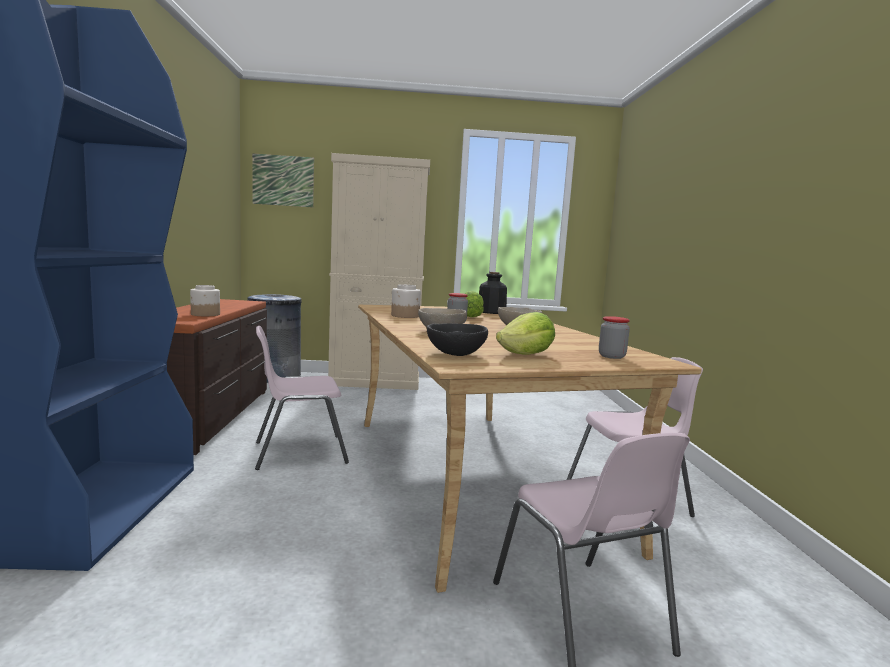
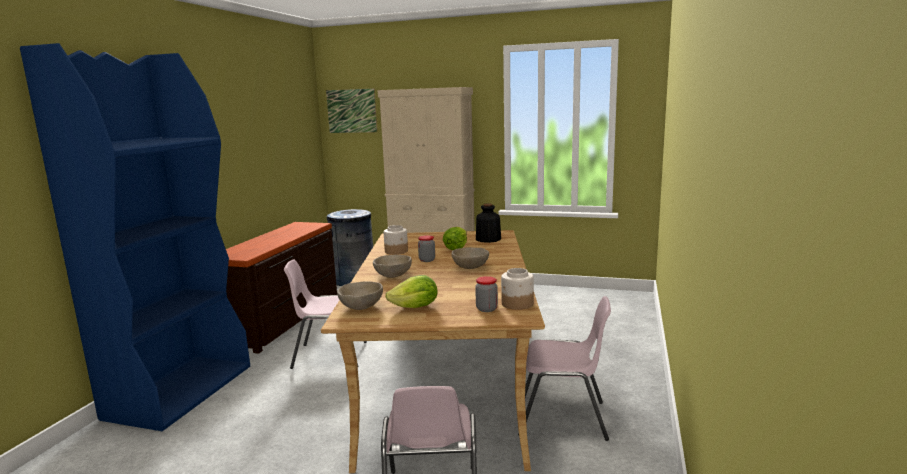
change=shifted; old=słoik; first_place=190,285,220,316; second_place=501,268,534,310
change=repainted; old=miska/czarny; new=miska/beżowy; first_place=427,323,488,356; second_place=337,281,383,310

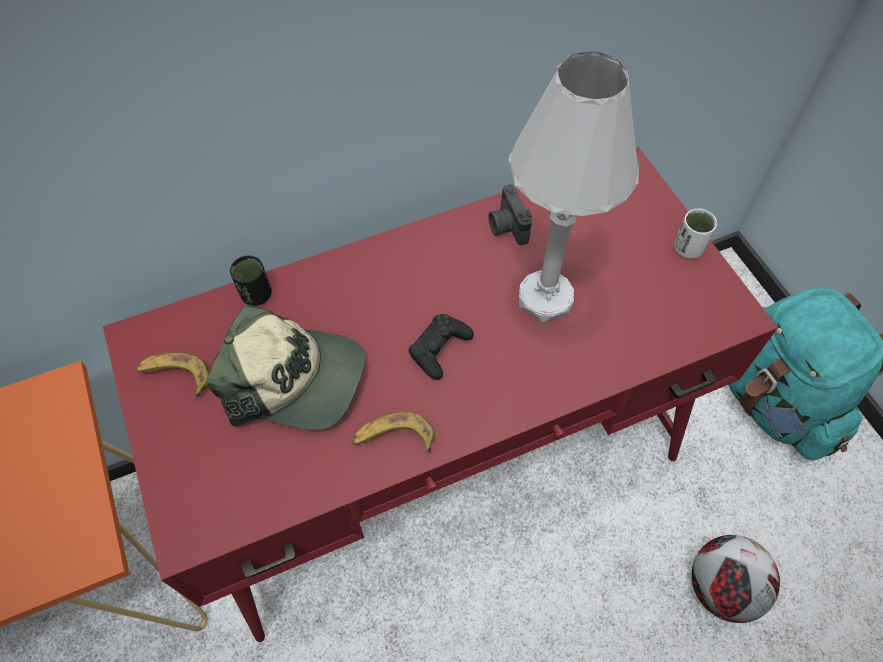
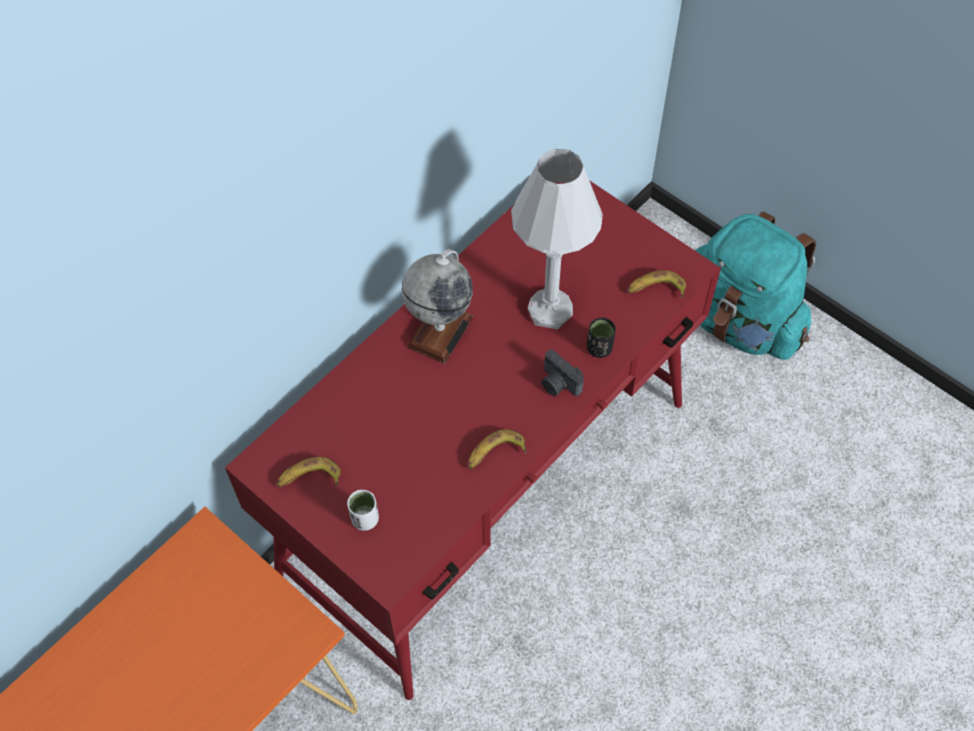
change=gone; old=czapka z daszkiem; first_place=208,304,365,430
change=gone; old=pad do gier/czarny; first_place=409,314,474,380
change=gone; old=piłka futbolowa; first_place=691,535,780,623
change=new; new=globus; second_place=402,249,473,364
change=new; new=banan; second_place=628,270,686,298
change=shifted; old=filiżanka/czarny; first_place=230,255,272,306; second_place=587,318,616,358
change=shifted; old=aparat fotograficzny; first_place=489,184,532,245; second_place=541,349,584,396
change=shifted; old=filiżanka/biały; first_place=674,209,717,259; second_place=347,490,379,531

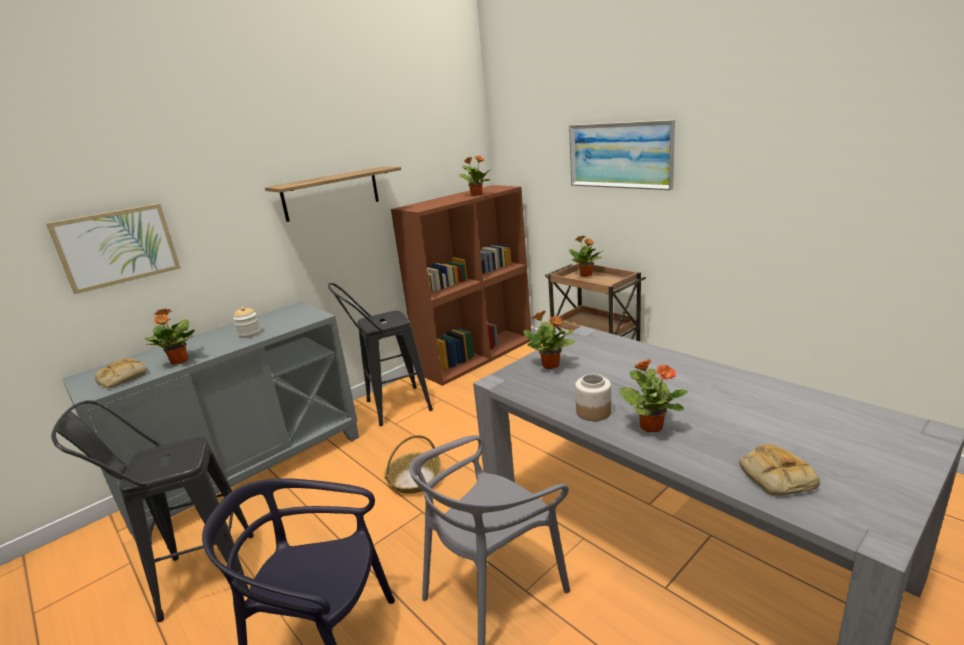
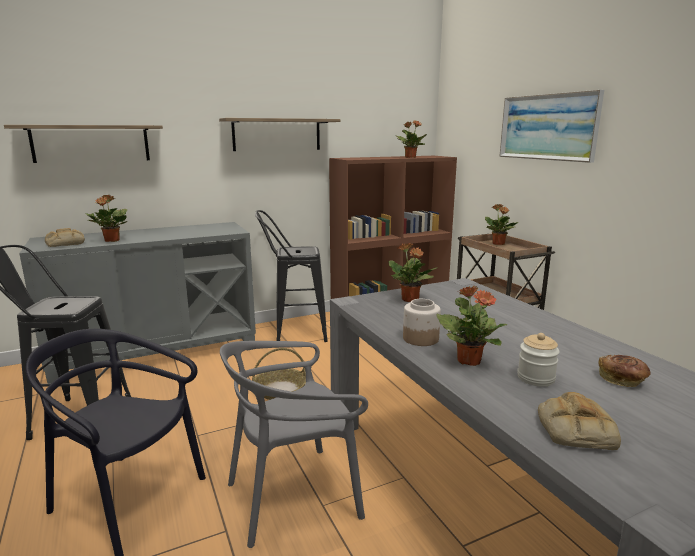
change=new; new=chleb; second_place=598,355,651,387
change=shifted; old=słoik; first_place=233,307,261,338; second_place=517,333,560,387
change=swapped; old=obraz; new=półka; first_place=46,203,180,294; second_place=4,125,163,163

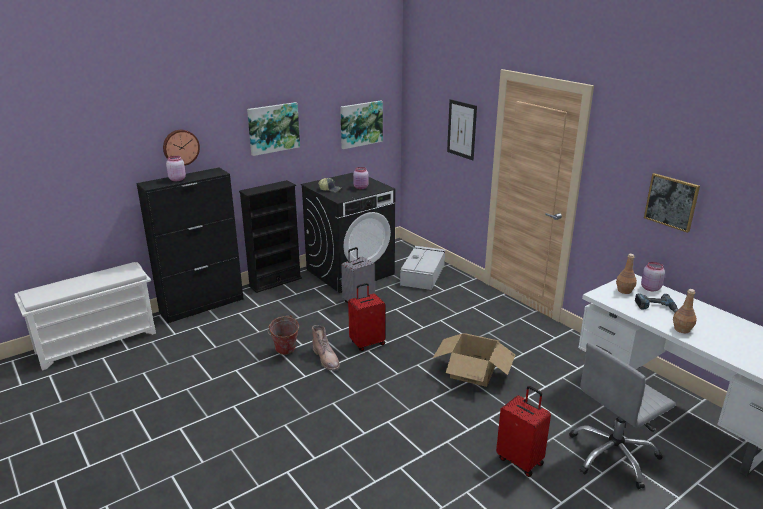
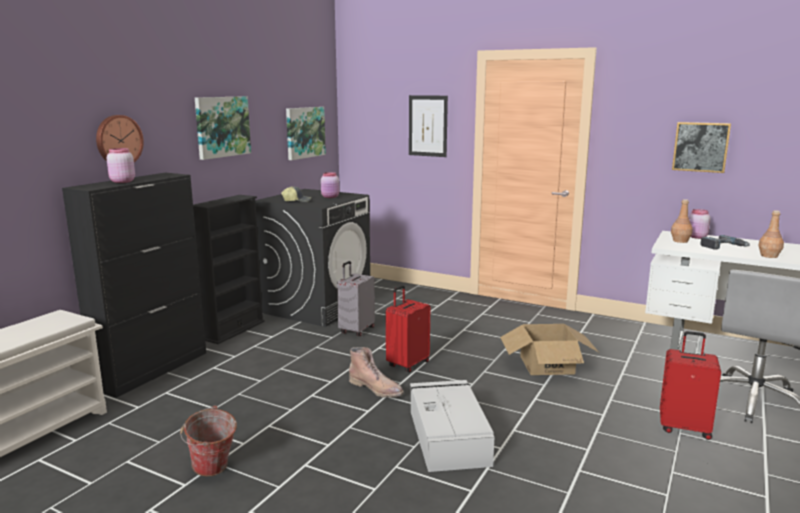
change=shifted; old=wiadro; first_place=268,315,299,355; second_place=180,405,237,476
change=shifted; old=pojemnik do przechowywania/szary; first_place=400,246,446,290; second_place=410,380,494,472

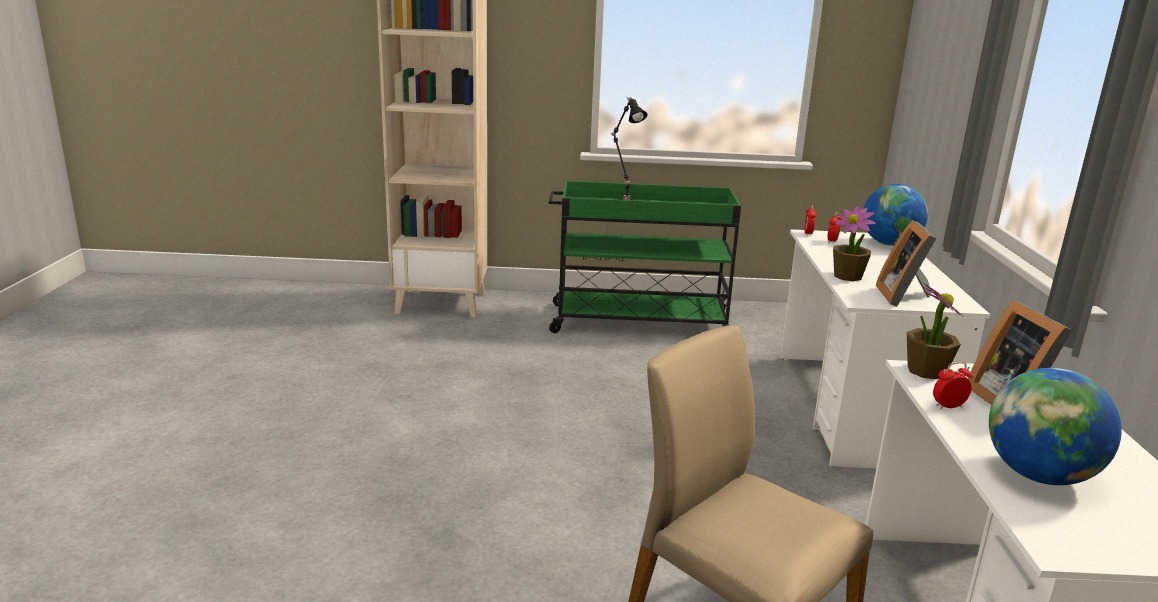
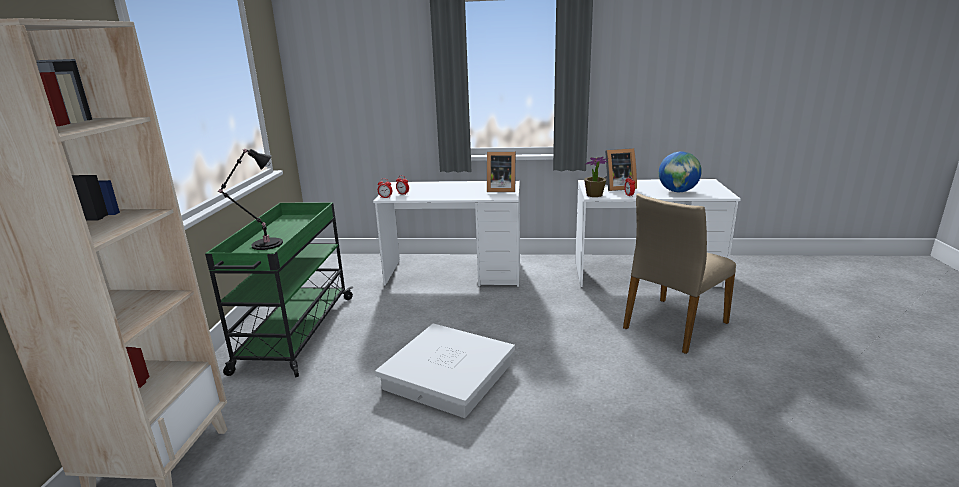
change=gone; old=roślina doniczkowa; first_place=833,206,876,281
change=gone; old=globus; first_place=864,184,928,246
change=new; new=pojemnik do przechowywania/biały; second_place=375,324,515,418

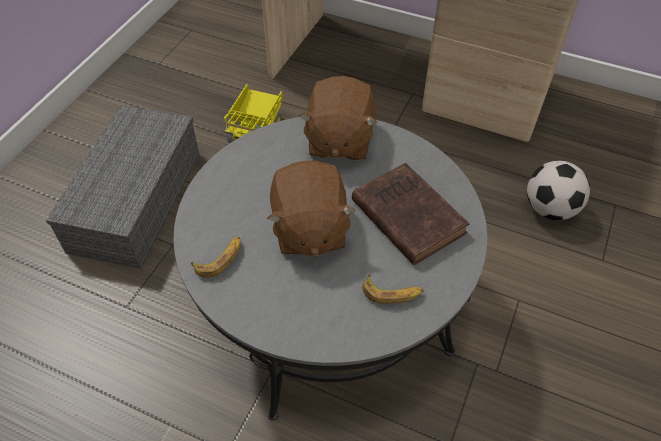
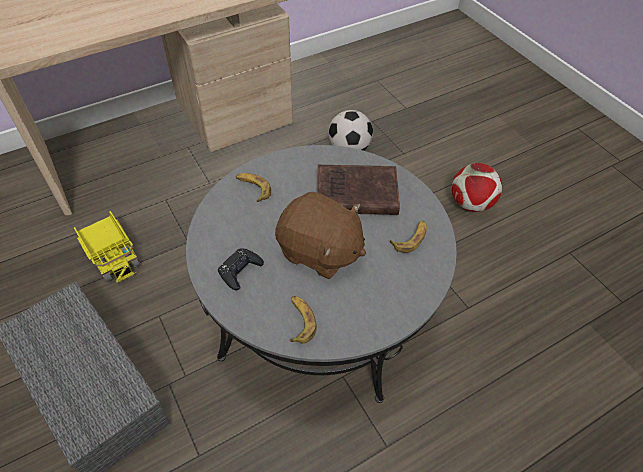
change=new; new=pad do gier/czarny; second_place=218,248,264,290
change=new; new=piłka futbolowa; second_place=452,163,502,212
change=swapped; old=pluszak/brązowy; new=banan; first_place=299,76,377,161; second_place=236,173,271,202

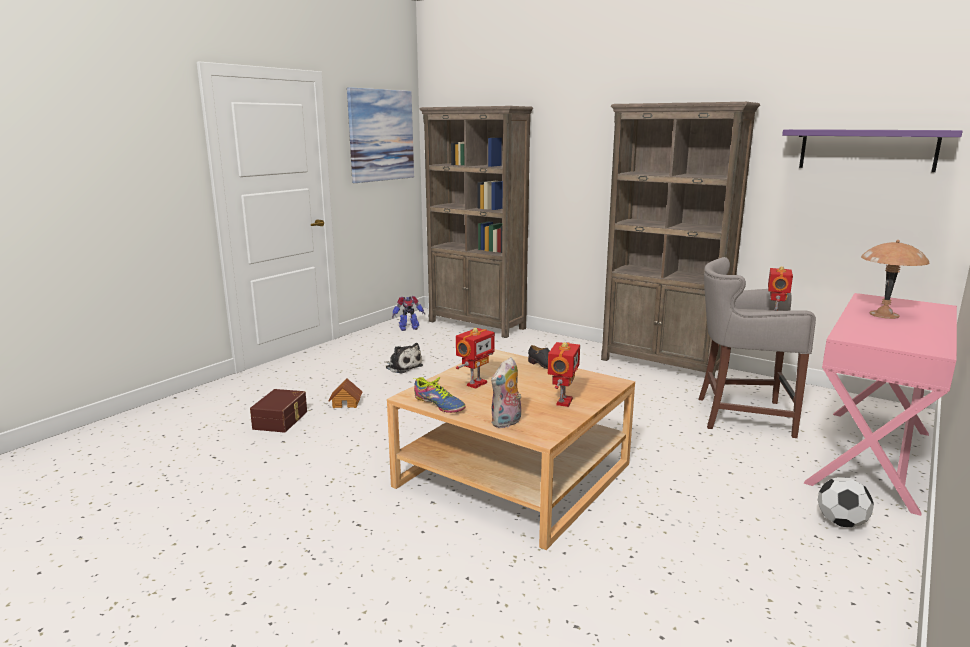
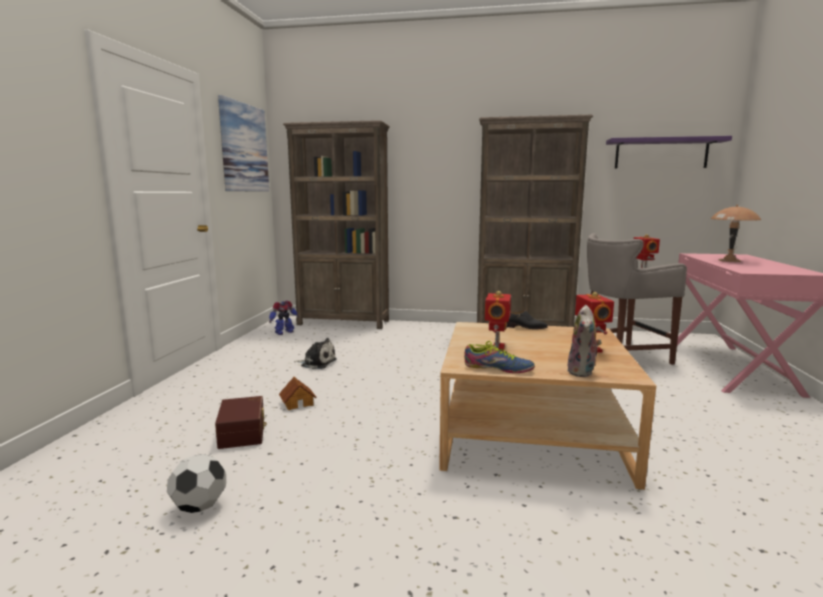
change=shifted; old=piłka futbolowa; first_place=818,477,874,528; second_place=167,454,226,513

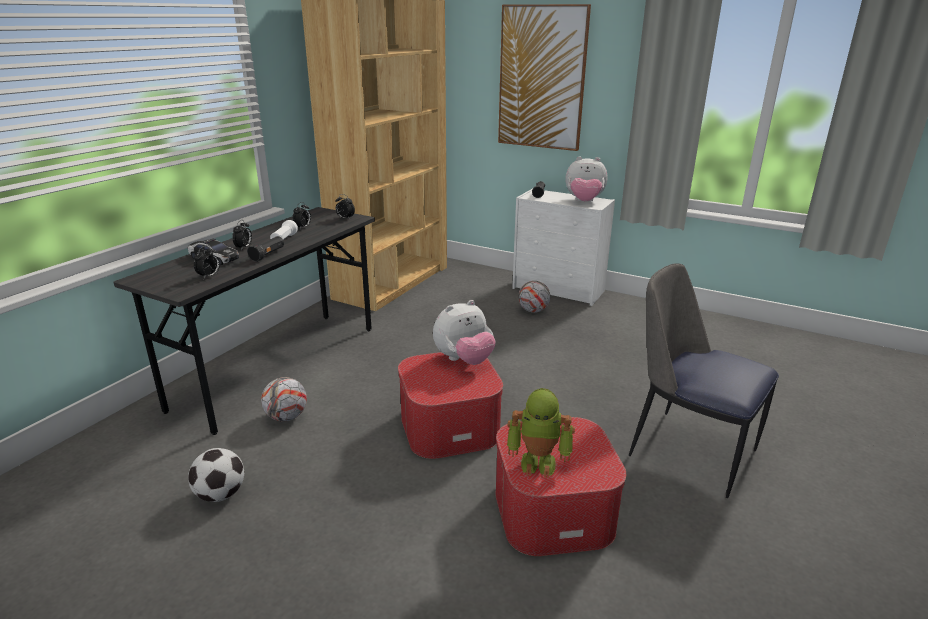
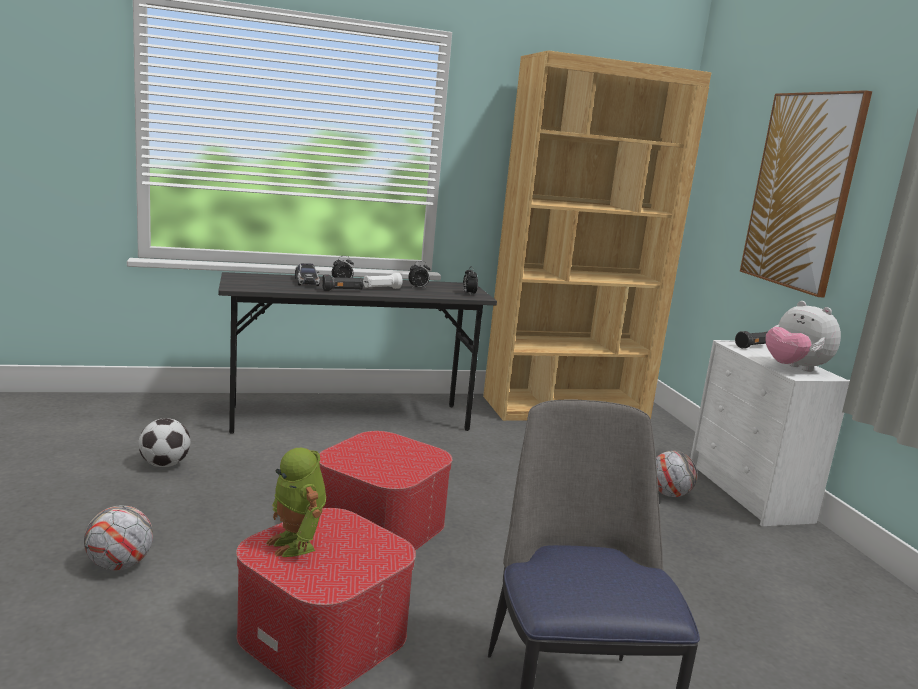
change=gone; old=budzik; first_place=194,245,220,279
change=gone; old=pluszak; first_place=433,300,496,365
change=shifted; old=piłka futbolowa; first_place=261,377,307,421; second_place=84,505,153,570

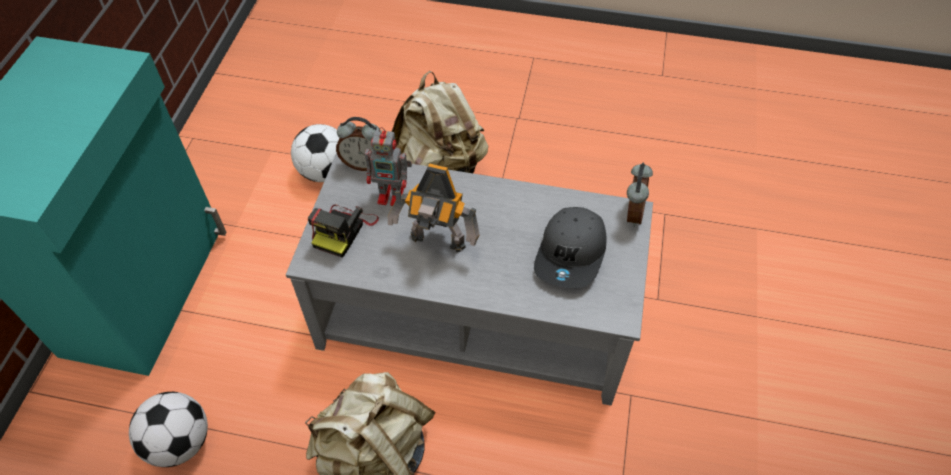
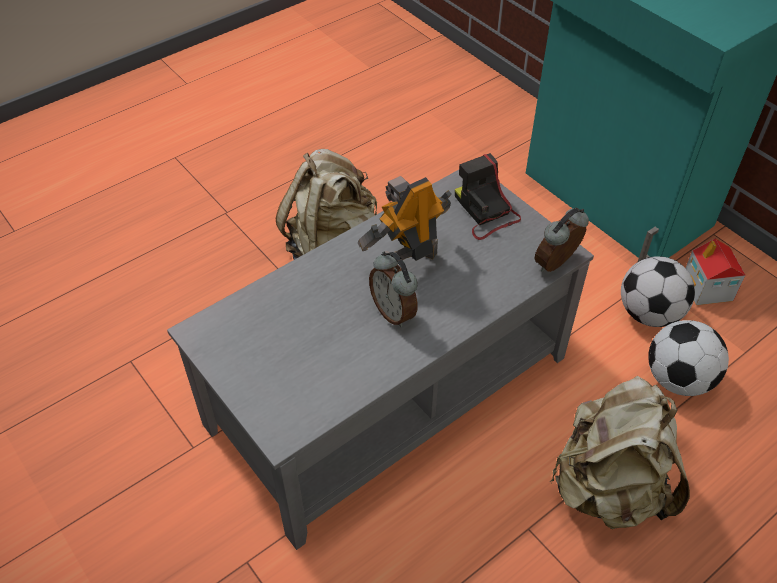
change=gone; old=robot zabawkowy; first_place=365,127,412,206
change=gone; old=czapka z daszkiem/szary; first_place=534,207,606,288
change=new; new=domek; second_place=685,238,746,305
change=shifted; old=piłka futbolowa; first_place=129,392,208,467; second_place=621,256,695,327
change=shifted; old=budzik; first_place=627,163,653,227; second_place=369,252,418,327

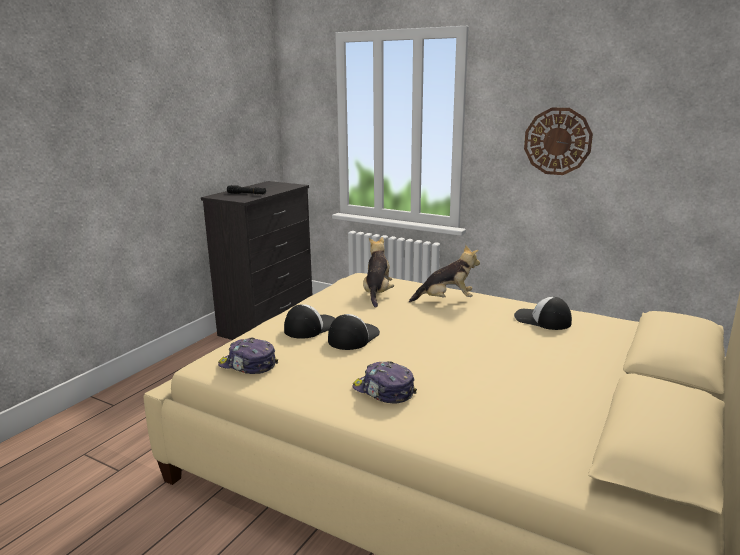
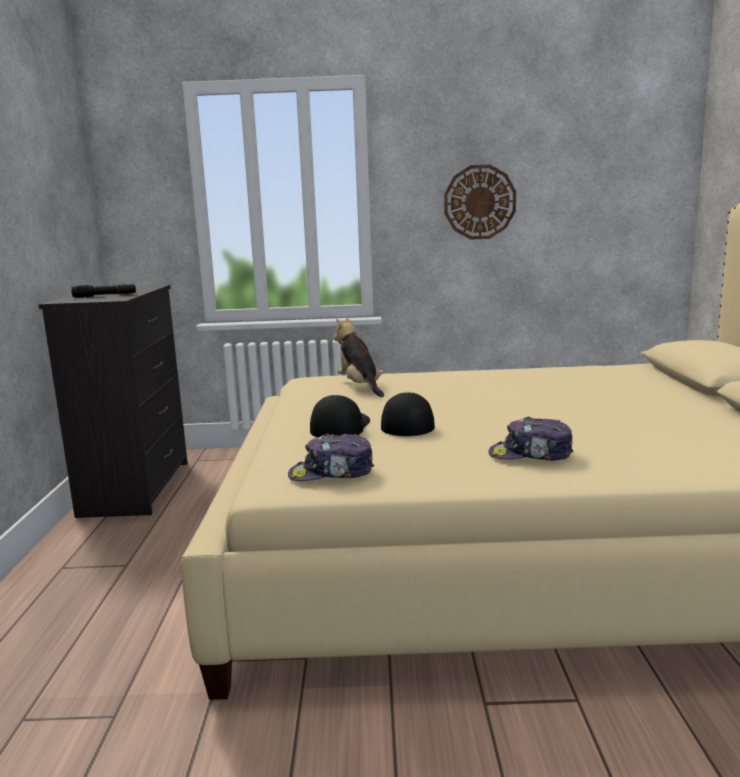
change=gone; old=pluszak; first_place=409,245,480,302
change=gone; old=czapka z daszkiem; first_place=514,297,572,330

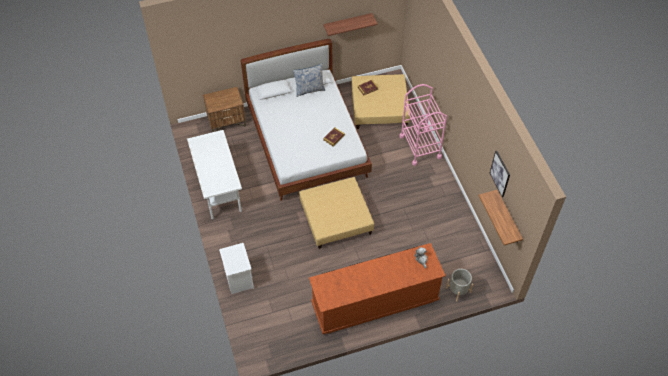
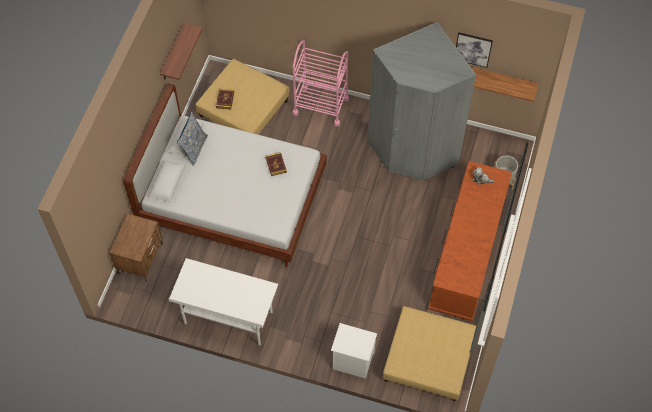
change=new; new=szafa/szary; second_place=368,22,476,181
change=shifted; old=pufa/beżowy; first_place=299,177,374,249; second_place=383,306,476,401

